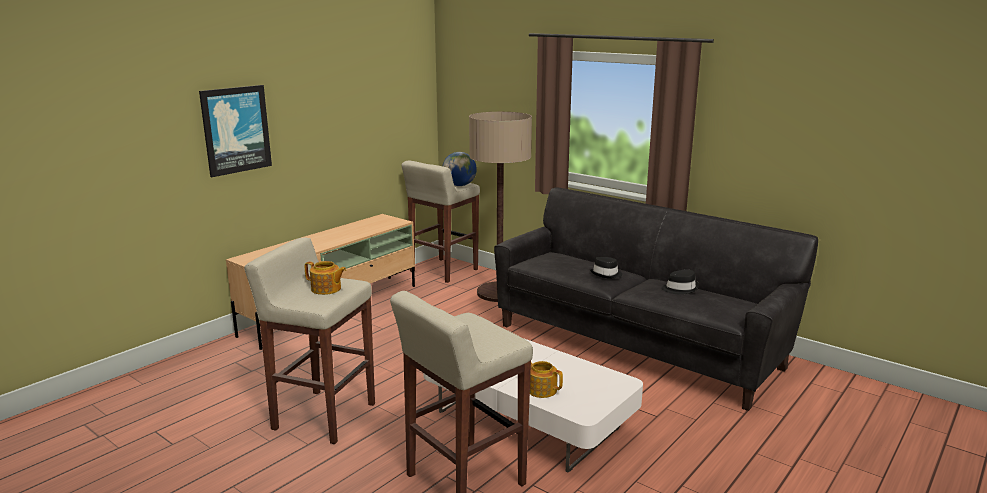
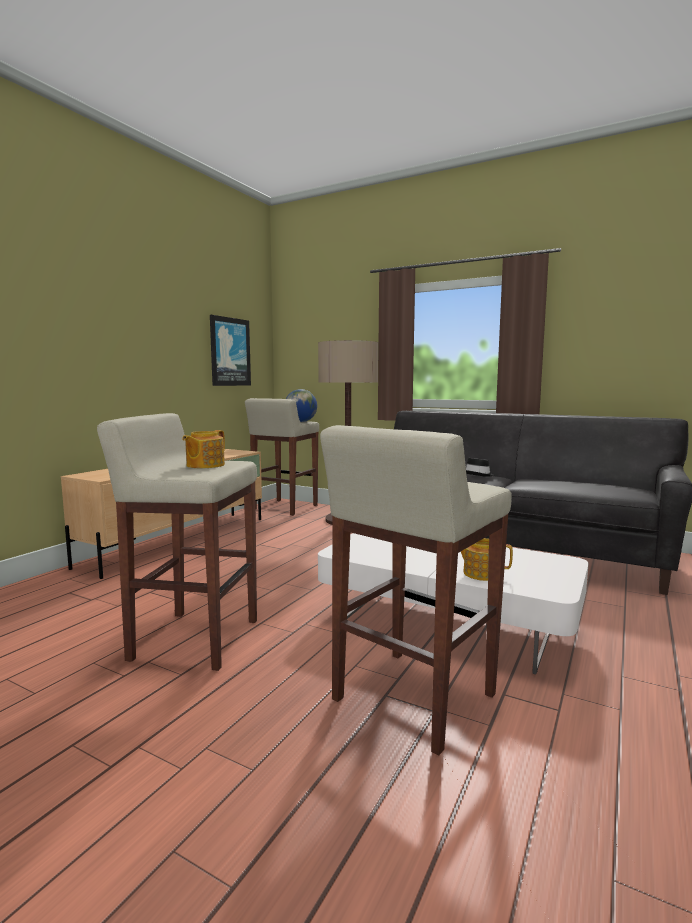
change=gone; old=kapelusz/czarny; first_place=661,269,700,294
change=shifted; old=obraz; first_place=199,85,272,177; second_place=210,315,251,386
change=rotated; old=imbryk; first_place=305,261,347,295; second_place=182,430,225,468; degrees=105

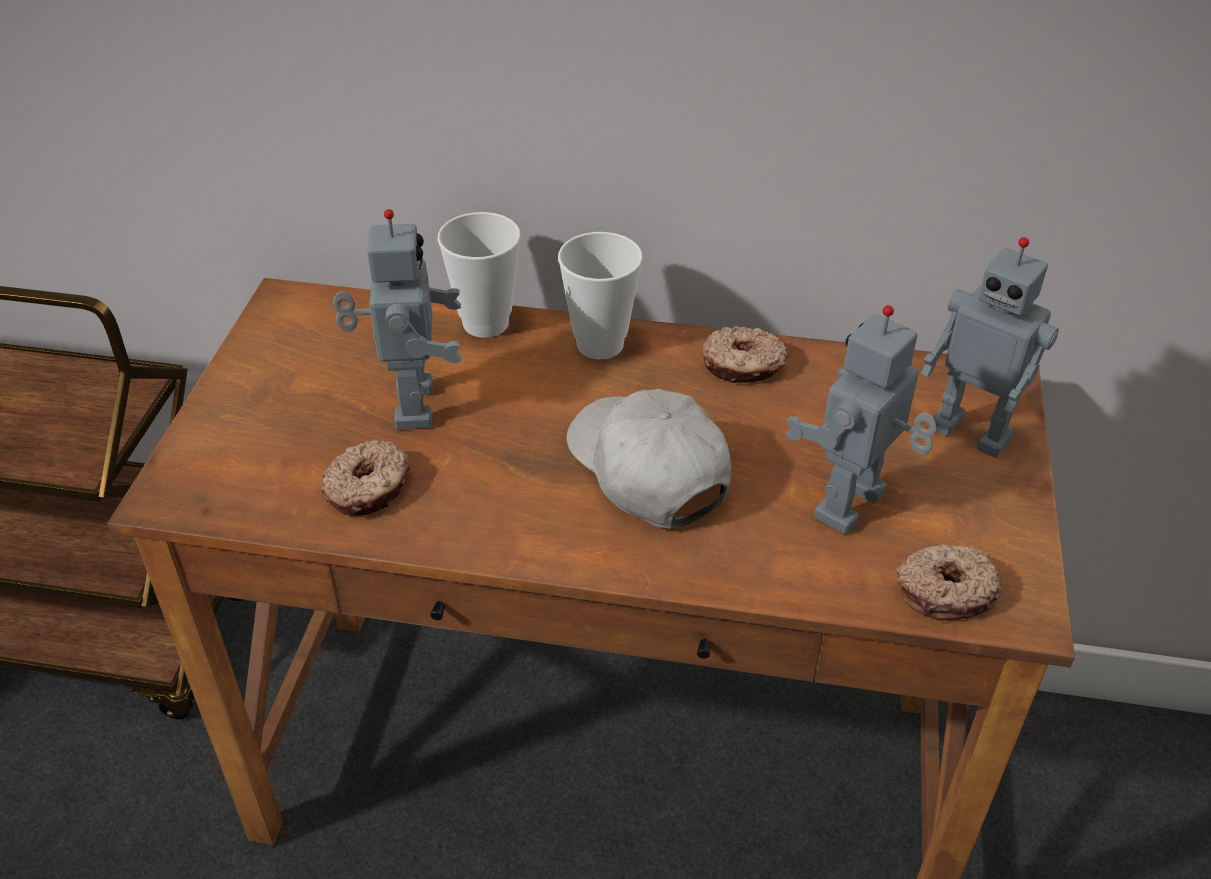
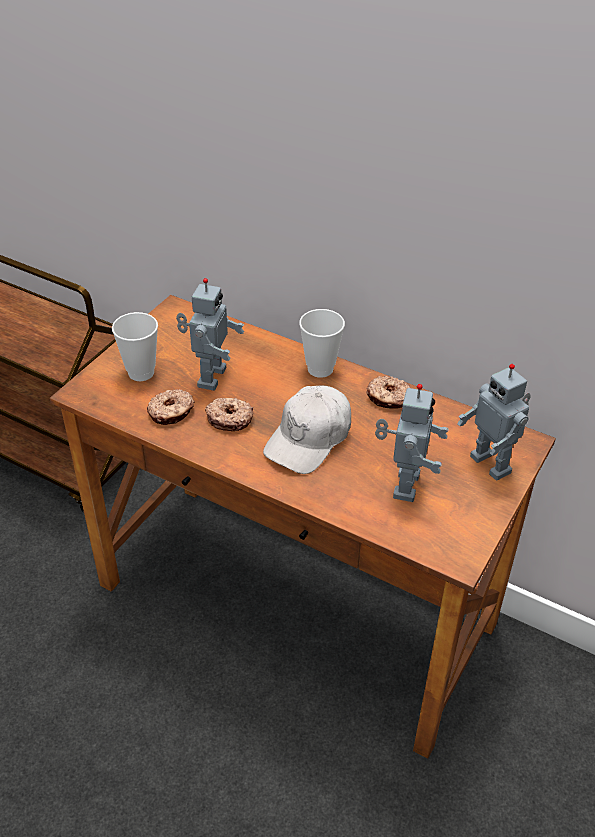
change=shifted; old=filiżanka; first_place=437,212,521,338; second_place=112,312,158,381
change=shifted; old=donut; first_place=896,544,1001,620; second_place=205,398,253,431
change=rotated; old=czapka z daszkiem/biały; first_place=567,389,731,529; second_place=263,385,351,474; degrees=-135
change=rotated; old=robot zabawkowy; first_place=785,305,937,534; second_place=375,384,449,502; degrees=135

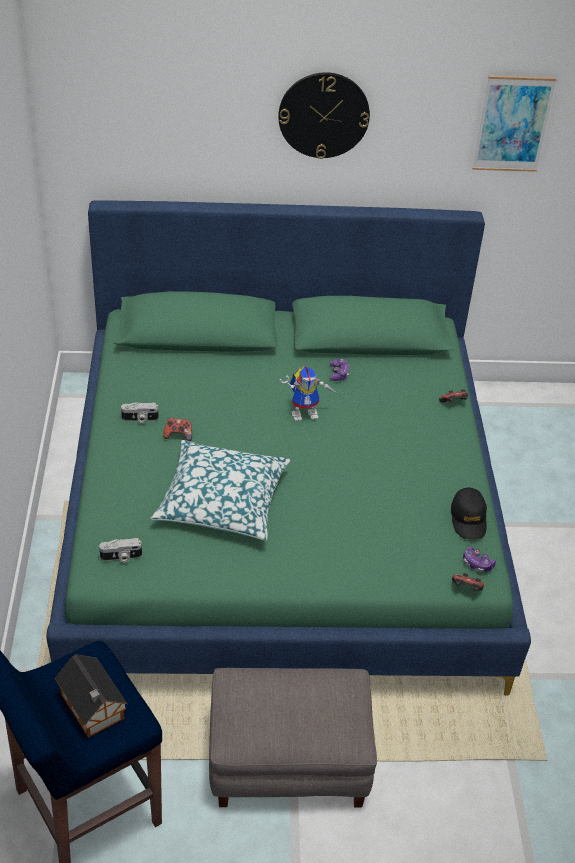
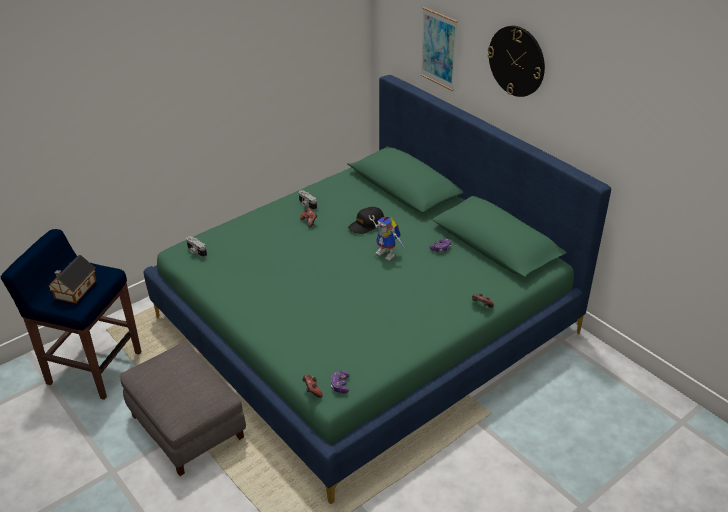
change=gone; old=poduszka; first_place=151,440,290,541
change=shifted; old=czapka z daszkiem/czarny; first_place=451,487,487,539; second_place=348,207,384,234
change=shifted; old=obraz; first_place=472,76,557,172; second_place=420,7,458,91

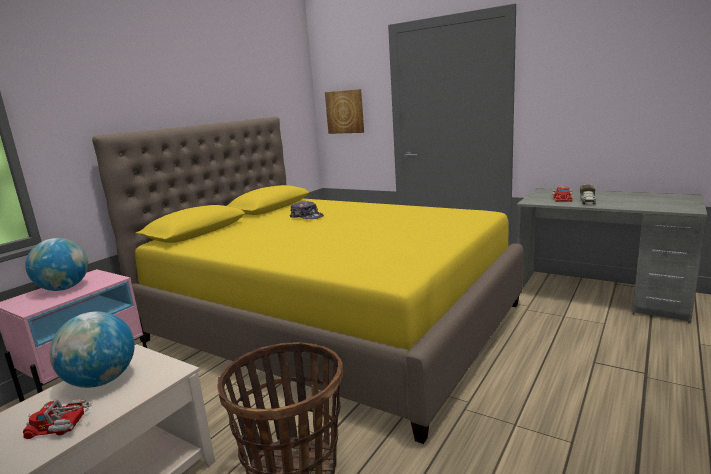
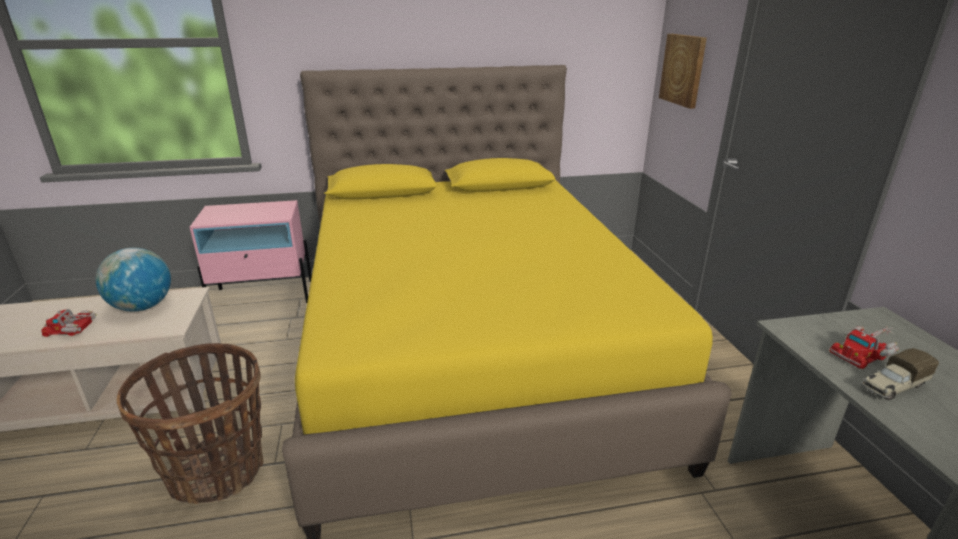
change=gone; old=globus; first_place=25,238,88,291
change=gone; old=czapka z daszkiem; first_place=290,201,324,219
change=rotated; old=ciężarówka zabawkowa; first_place=23,399,93,439; second_place=41,309,97,337; degrees=-45

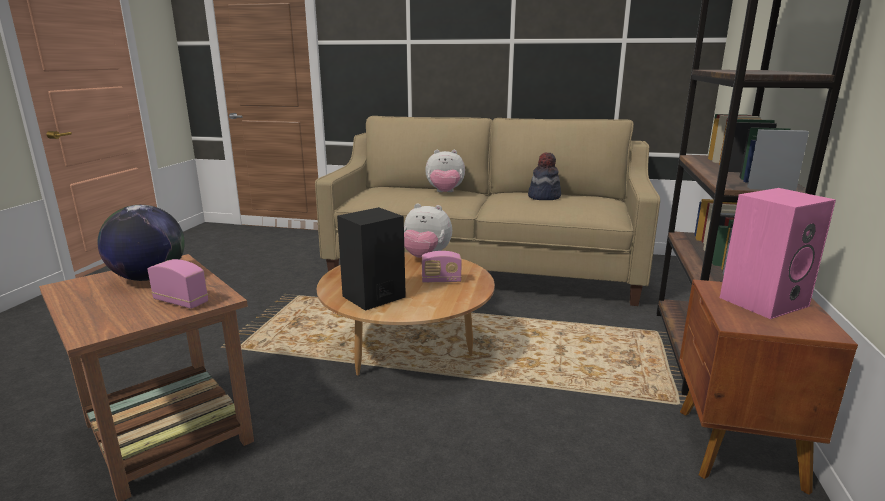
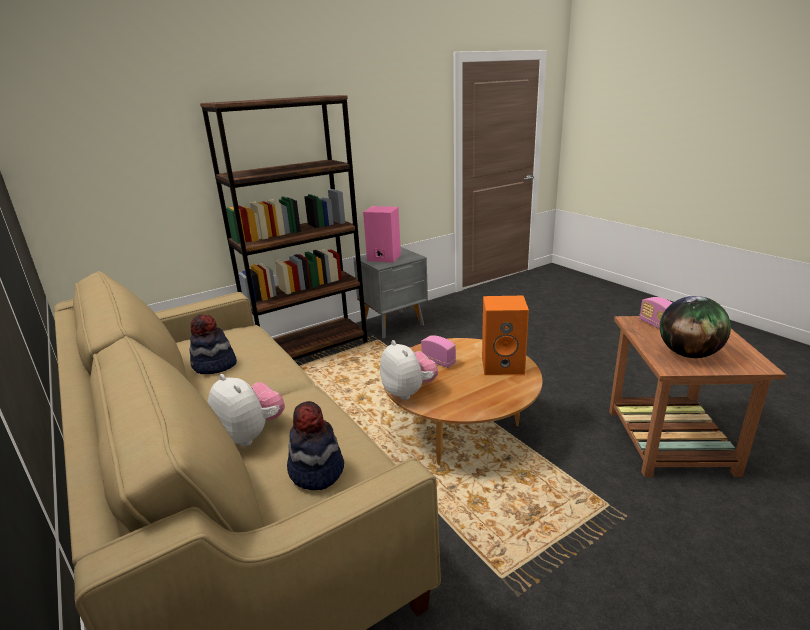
change=new; new=kapelusz; second_place=287,401,344,490
change=repainted; old=głośnik/czarny; new=głośnik/pomarańczowy; first_place=337,207,406,311; second_place=482,296,529,375
change=repainted; old=szafka nocna/brązowy; new=szafka nocna/szary; first_place=679,280,858,495; second_place=353,247,428,339

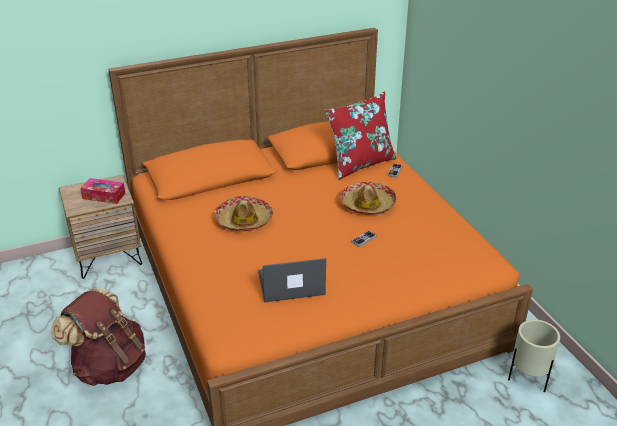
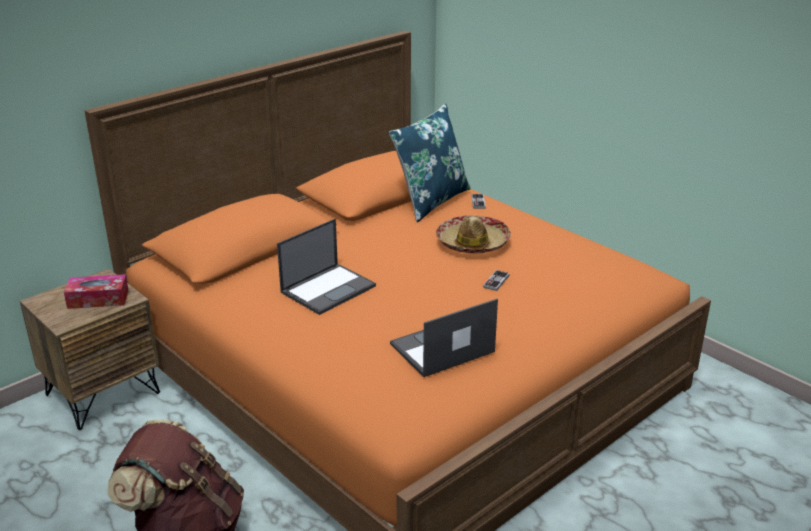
change=gone; old=donica/beżowy; first_place=508,319,560,393
change=swapped; old=kapelusz; new=laptop; first_place=214,196,273,232; second_place=277,219,376,315
change=repainted; old=poduszka/czerwony; new=poduszka/niebieski; first_place=325,92,396,180; second_place=389,104,471,222

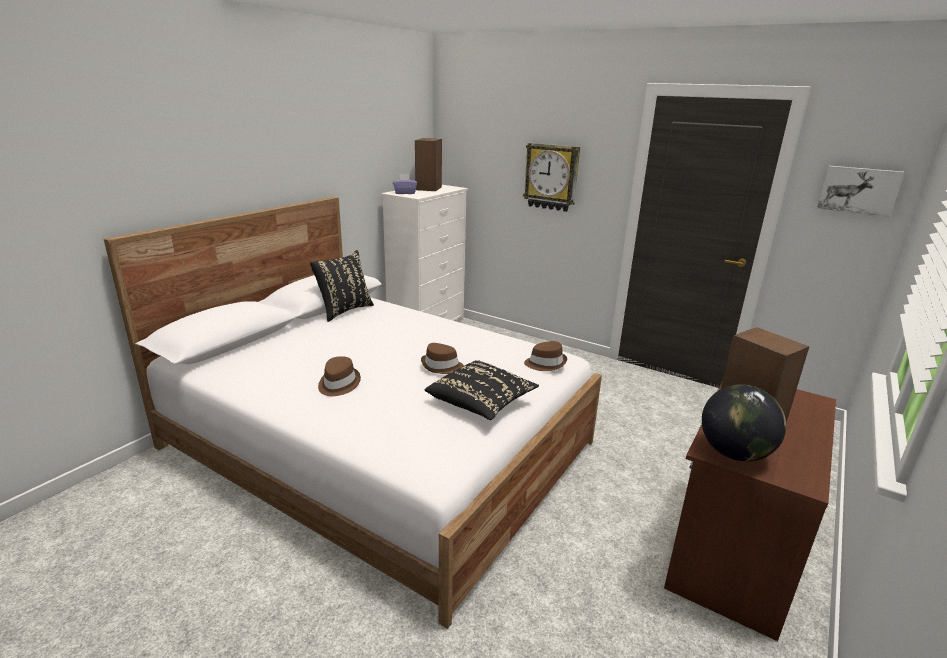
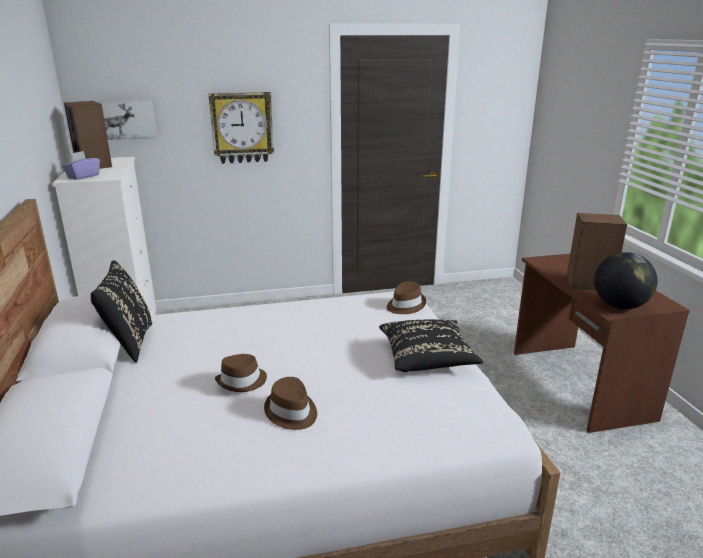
change=shifted; old=kapelusz/brązowy; first_place=421,343,464,374; second_place=215,354,267,392
change=shifted; old=obraz; first_place=817,166,904,217; second_place=95,100,157,140

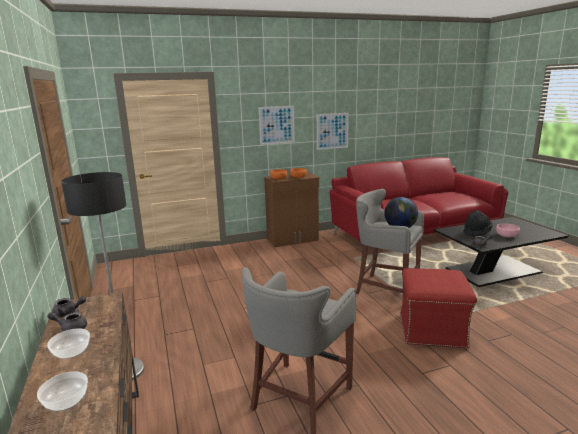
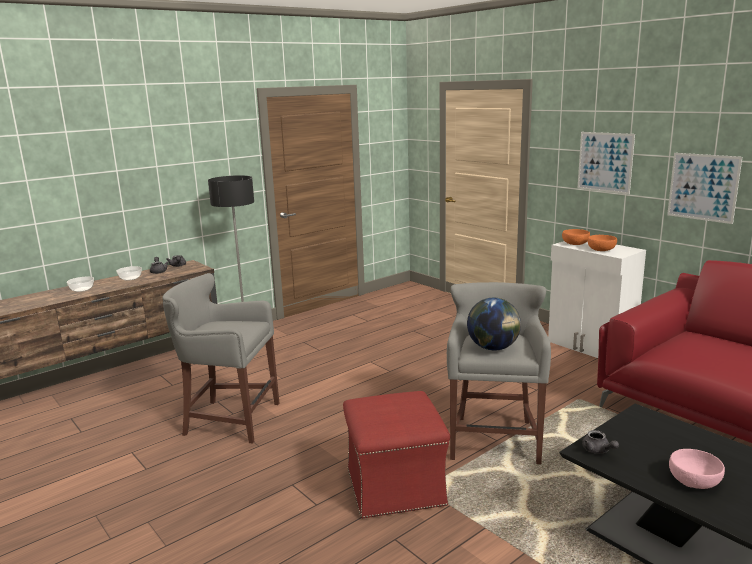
change=gone; old=kapelusz/czarny; first_place=464,210,493,237
change=repainted; old=szafka/brązowy; new=szafka/biały; first_place=264,172,319,247; second_place=548,241,646,358

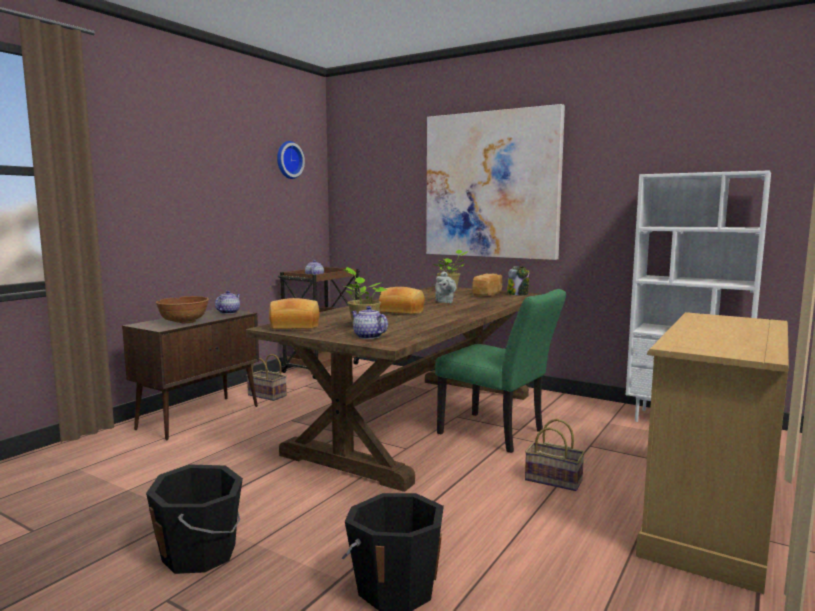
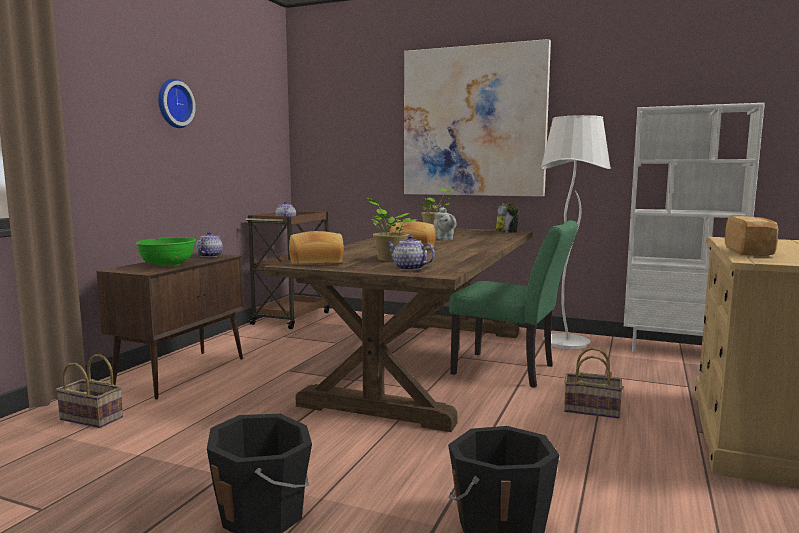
change=new; new=lampa stojąca/biały; second_place=541,115,611,349
change=shifted; old=koszyk; first_place=246,354,287,401; second_place=56,354,123,428
change=shifted; old=zegar ścienny; first_place=277,141,305,179; second_place=158,79,196,128
change=shifted; old=chleb; first_place=472,274,502,297; second_place=725,216,778,256
change=repainted; old=miska/brązowy; new=miska/zielony; first_place=156,296,209,324; second_place=136,237,196,267

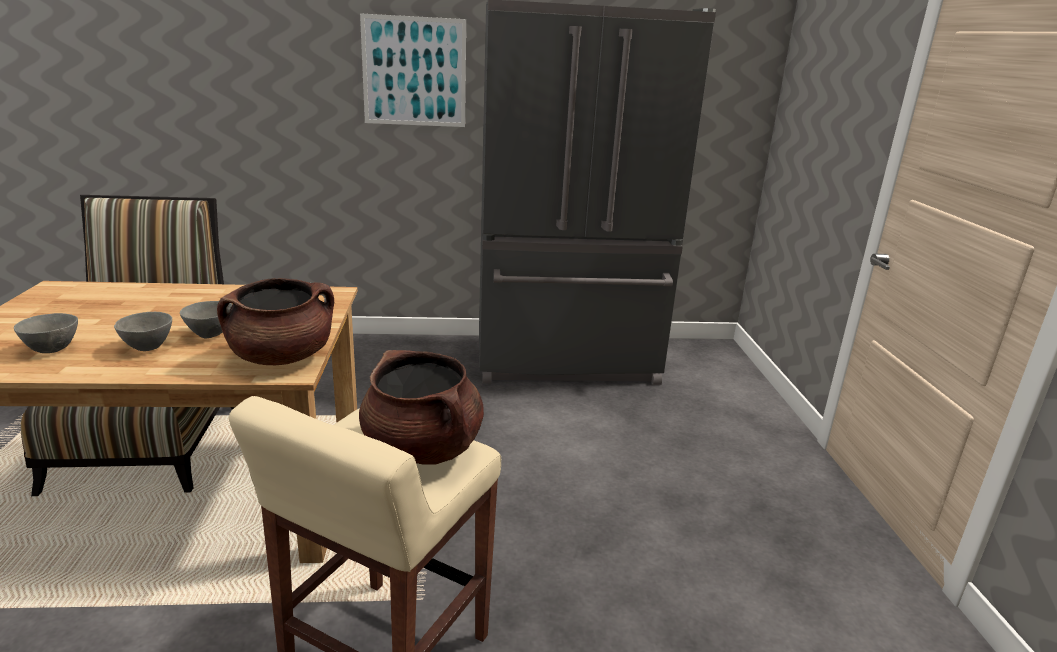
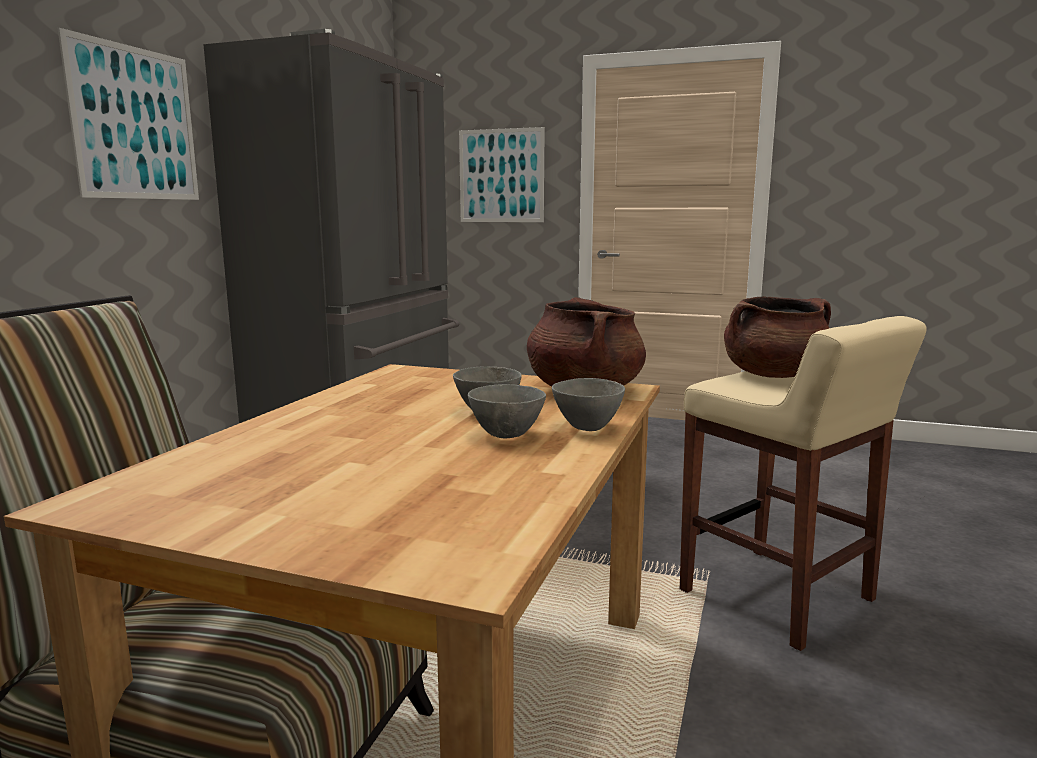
change=new; new=obraz; second_place=459,127,545,222
change=shifted; old=miska/szary; first_place=14,313,78,353; second_place=552,378,625,431

